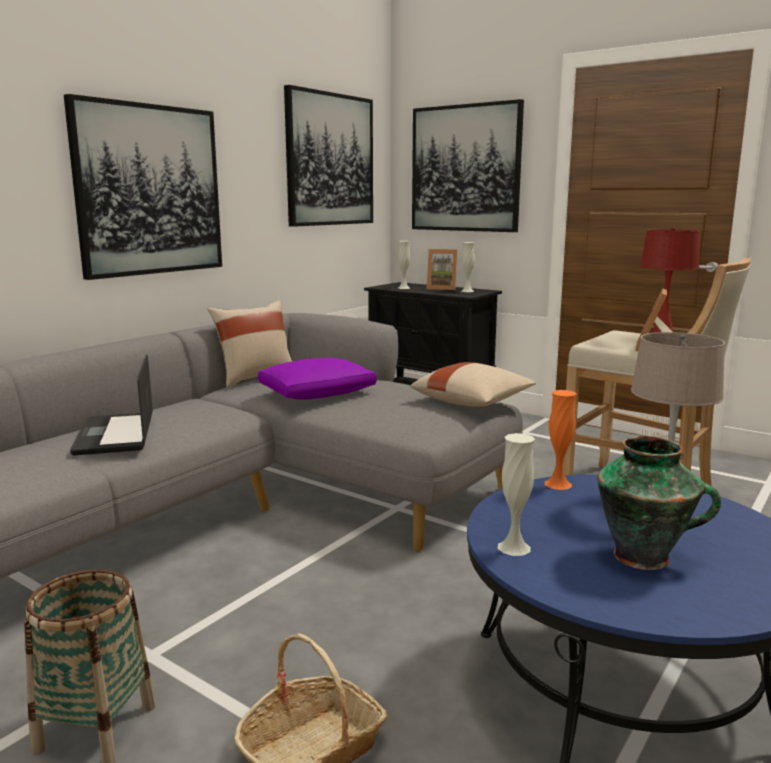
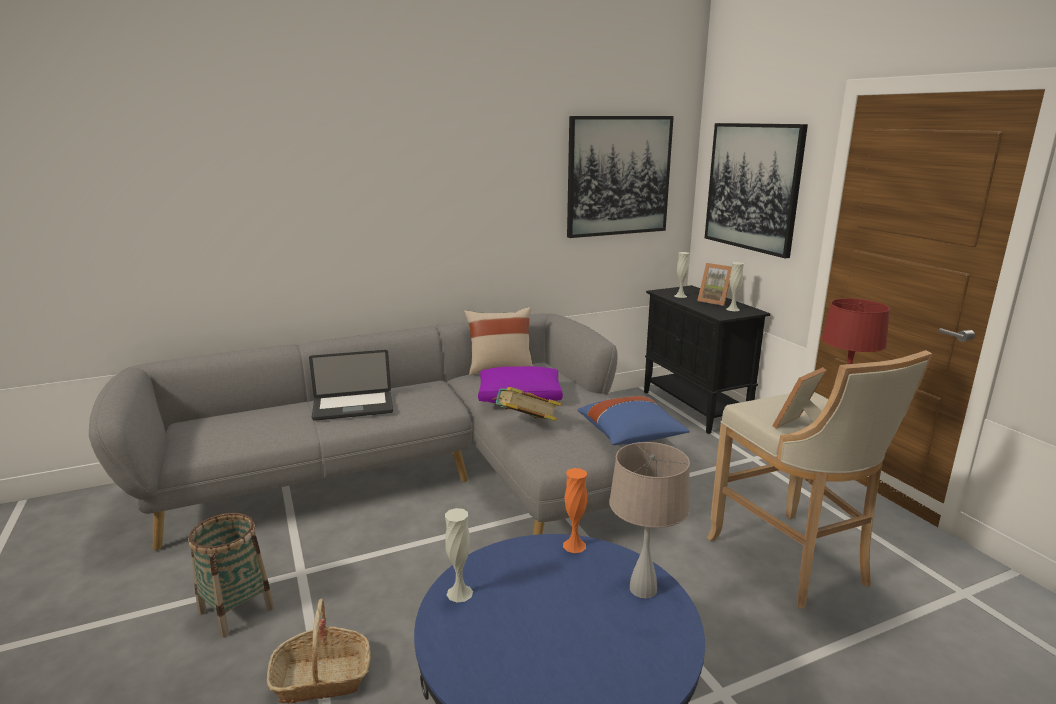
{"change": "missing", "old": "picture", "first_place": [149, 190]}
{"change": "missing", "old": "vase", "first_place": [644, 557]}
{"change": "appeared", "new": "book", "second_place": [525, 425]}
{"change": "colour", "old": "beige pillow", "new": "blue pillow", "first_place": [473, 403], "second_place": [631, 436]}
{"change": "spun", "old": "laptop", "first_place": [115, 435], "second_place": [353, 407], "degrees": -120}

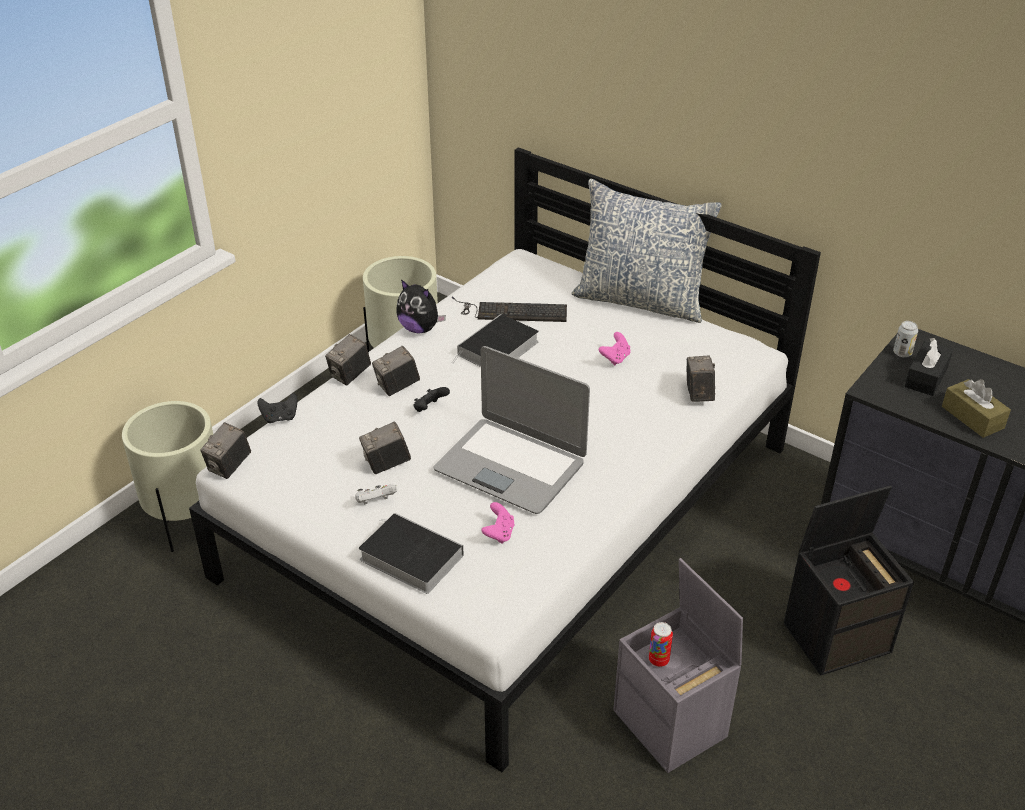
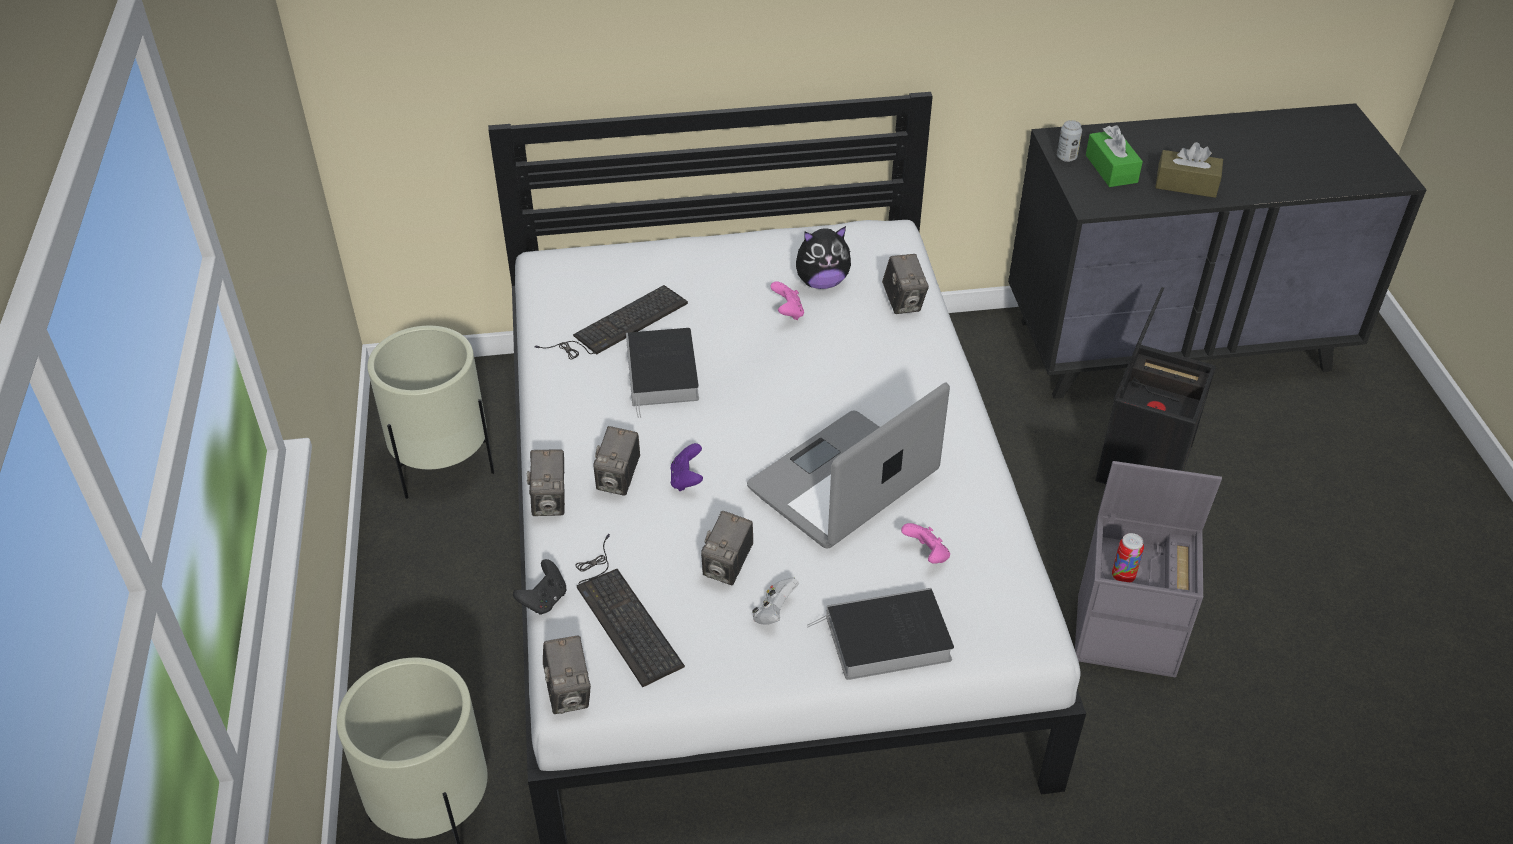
{"change": "missing", "old": "pillow", "first_place": [640, 300]}
{"change": "appeared", "new": "keyboard", "second_place": [623, 612]}
{"change": "relocated", "old": "plush toy", "first_place": [420, 329], "second_place": [821, 282]}
{"change": "colour", "old": "black game controller", "new": "purple game controller", "first_place": [430, 409], "second_place": [686, 480]}
{"change": "colour", "old": "black tissue box", "new": "green tissue box", "first_place": [926, 377], "second_place": [1111, 169]}
{"change": "spun", "old": "laptop", "first_place": [510, 466], "second_place": [844, 482], "degrees": 150}
{"change": "spun", "old": "photo camera", "first_place": [698, 394], "second_place": [903, 302], "degrees": -150}

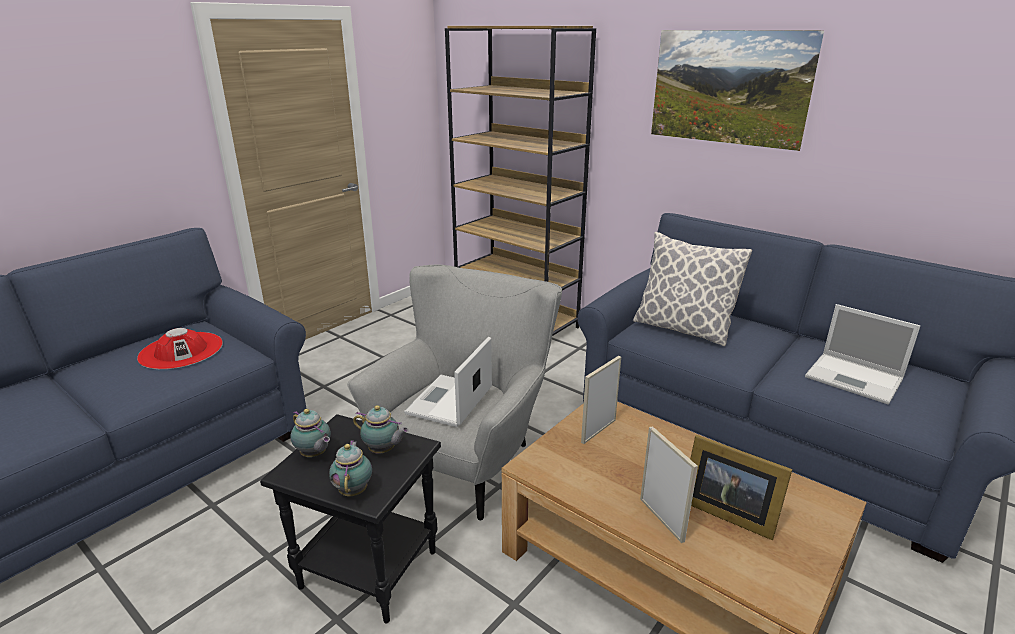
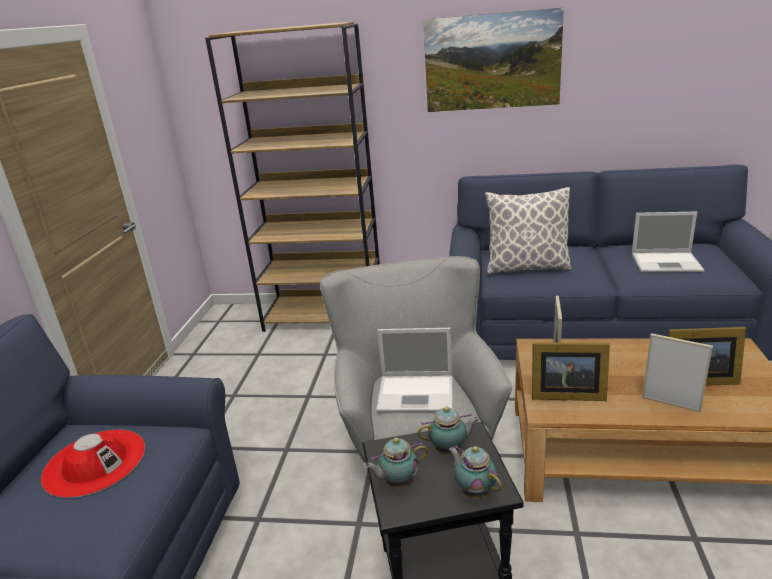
{"change": "appeared", "new": "picture frame", "second_place": [565, 394]}
{"change": "spun", "old": "teapot", "first_place": [314, 455], "second_place": [397, 483], "degrees": 150}
{"change": "spun", "old": "laptop", "first_place": [449, 402], "second_place": [417, 393], "degrees": -75}

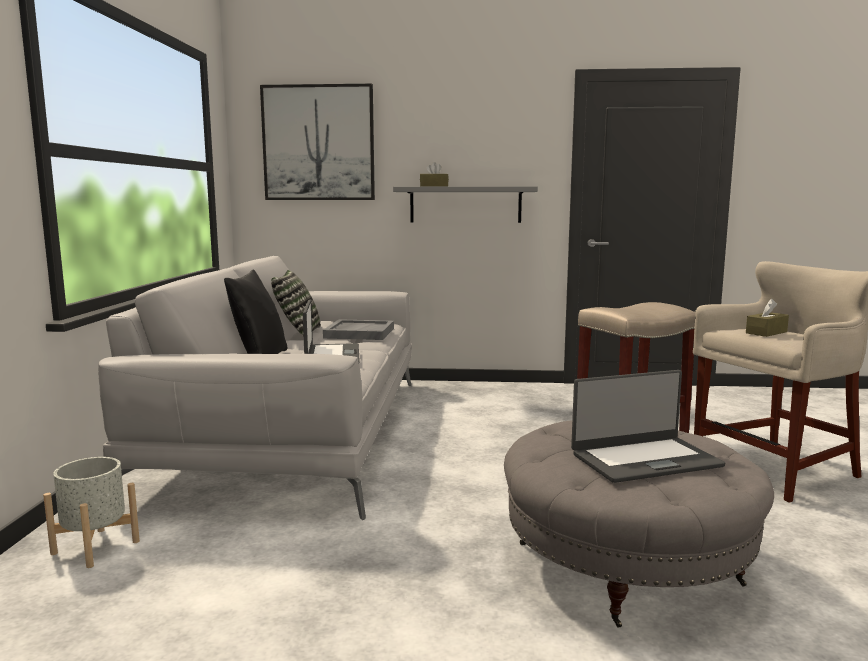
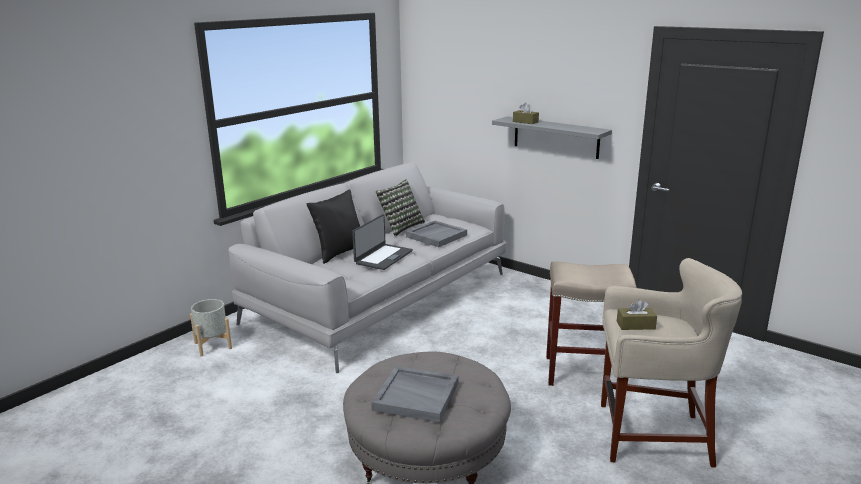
{"change": "missing", "old": "picture", "first_place": [318, 143]}
{"change": "exchanged", "old": "laptop", "new": "grey tray", "first_place": [644, 459], "second_place": [417, 396]}

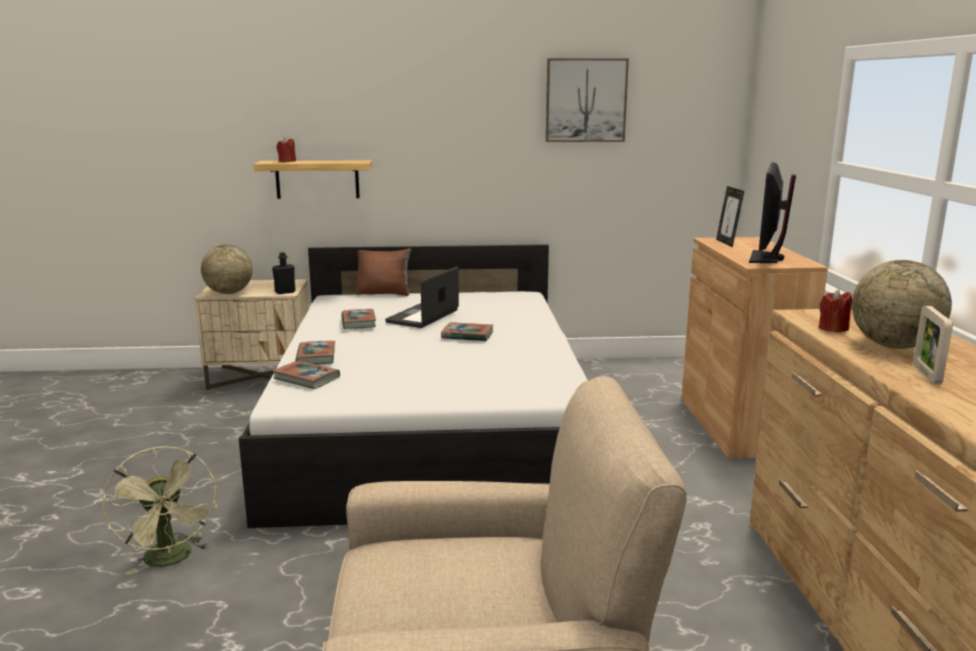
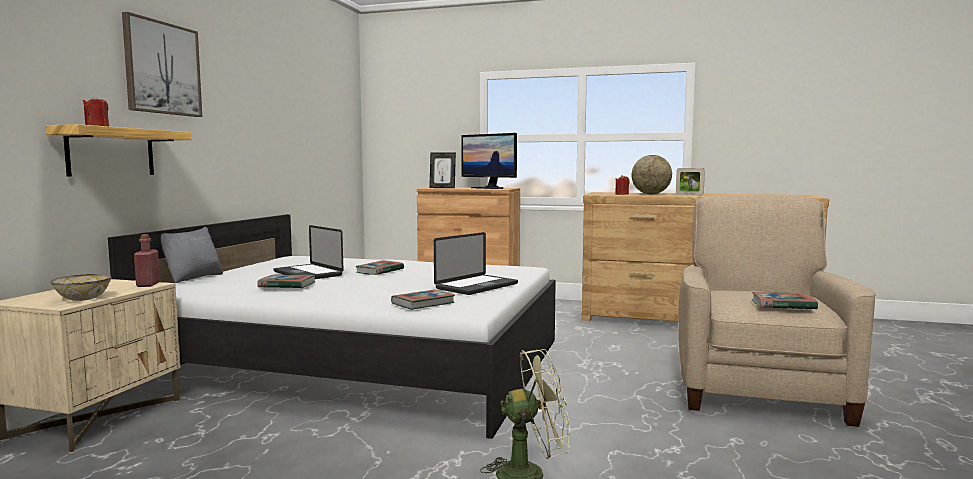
{"change": "appeared", "new": "laptop", "second_place": [477, 286]}
{"change": "relocated", "old": "book", "first_place": [316, 357], "second_place": [783, 305]}
{"change": "relocated", "old": "picture", "first_place": [586, 100], "second_place": [162, 68]}
{"change": "exchanged", "old": "globe", "new": "bowl", "first_place": [229, 293], "second_place": [83, 299]}
{"change": "colour", "old": "black bottle", "new": "red bottle", "first_place": [285, 292], "second_place": [148, 284]}
{"change": "colour", "old": "brown pillow", "new": "grey pillow", "first_place": [384, 293], "second_place": [194, 278]}

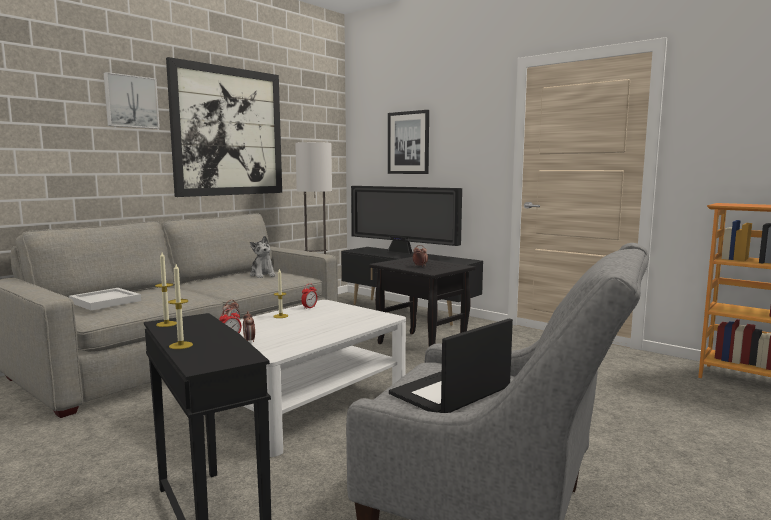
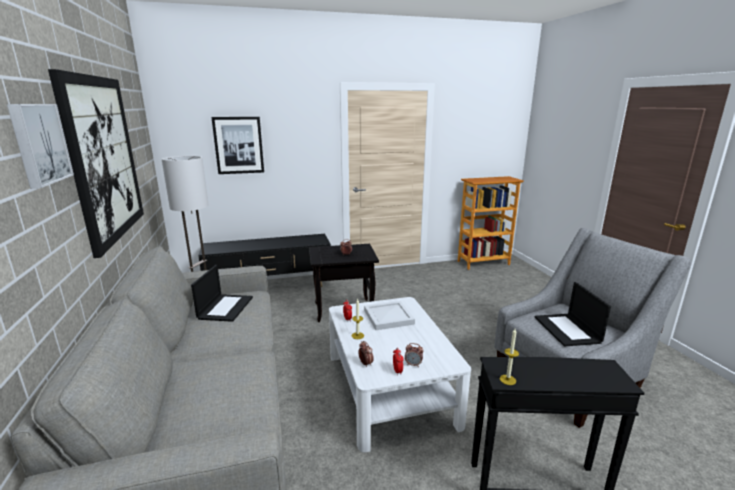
{"change": "missing", "old": "candle", "first_place": [181, 345]}
{"change": "missing", "old": "television", "first_place": [402, 253]}
{"change": "relocated", "old": "white tray", "first_place": [106, 301], "second_place": [389, 317]}
{"change": "exchanged", "old": "plush toy", "new": "laptop", "first_place": [263, 275], "second_place": [225, 307]}

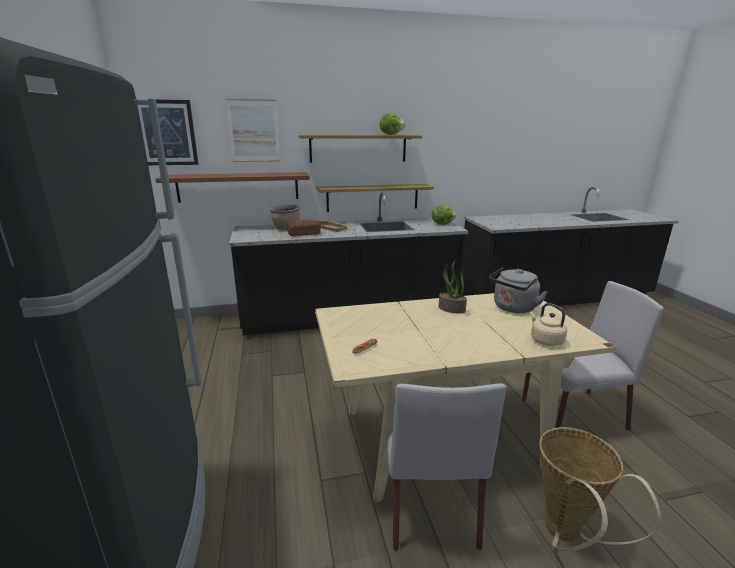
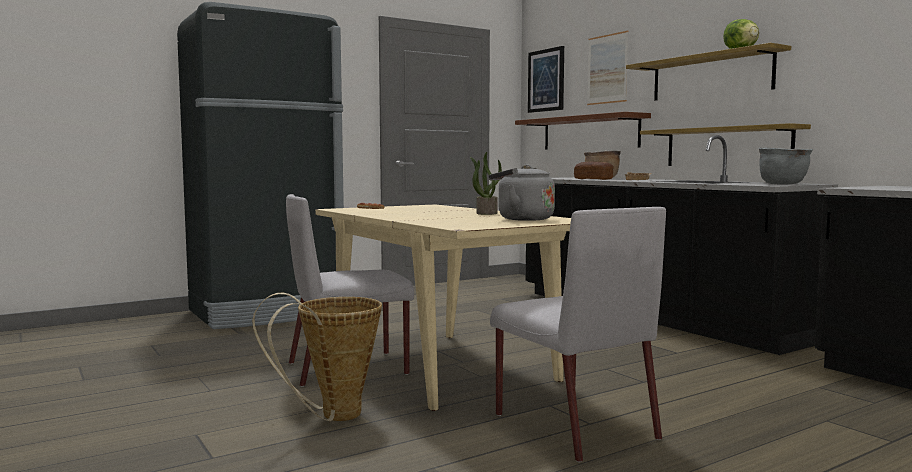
{"change": "missing", "old": "beige kettle", "first_place": [545, 340]}
{"change": "exchanged", "old": "lettuce", "new": "grey cooking pot", "first_place": [442, 224], "second_place": [783, 184]}

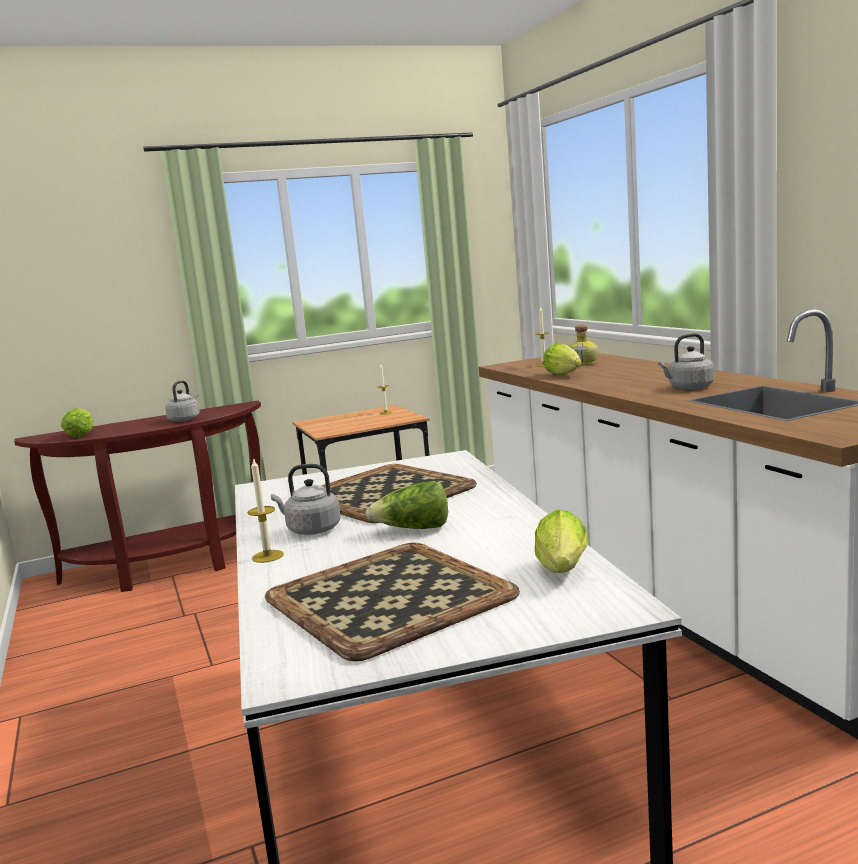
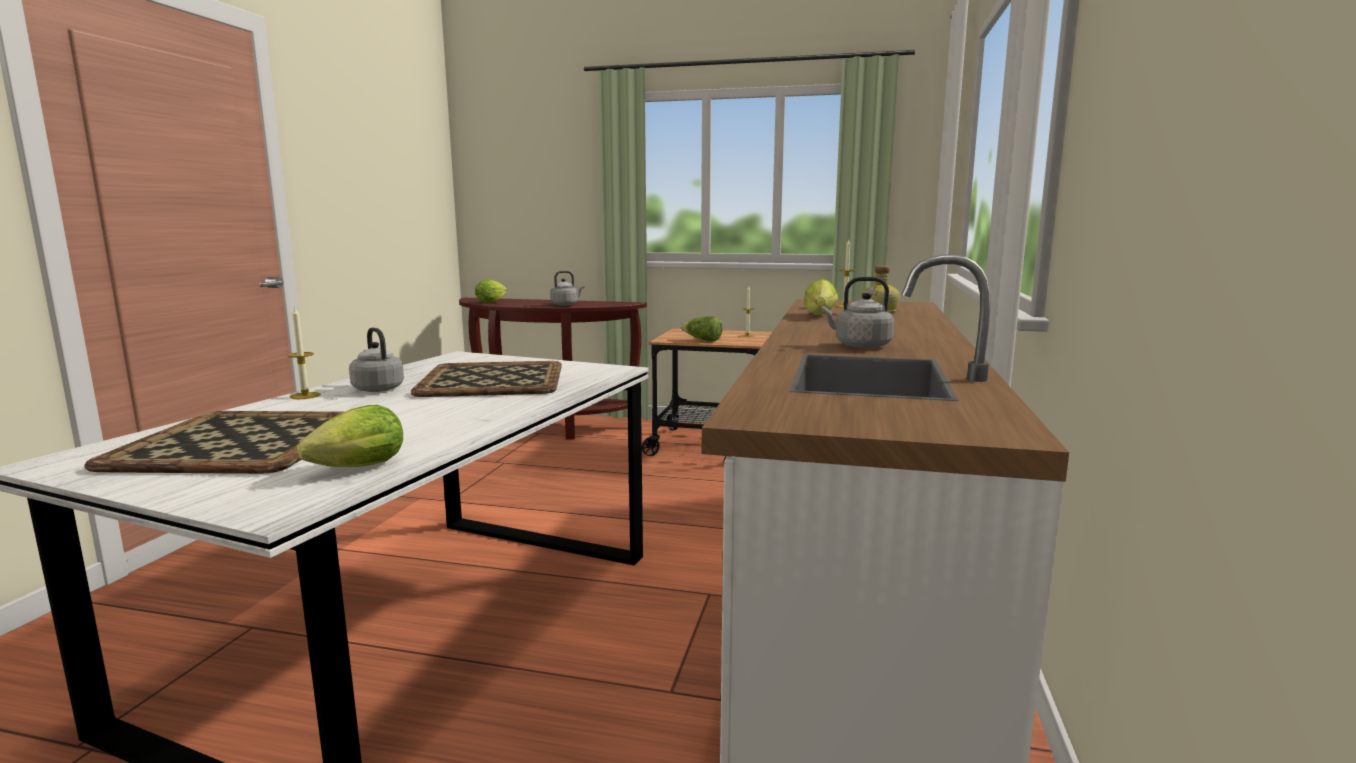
{"change": "relocated", "old": "lettuce", "first_place": [414, 529], "second_place": [702, 340]}

